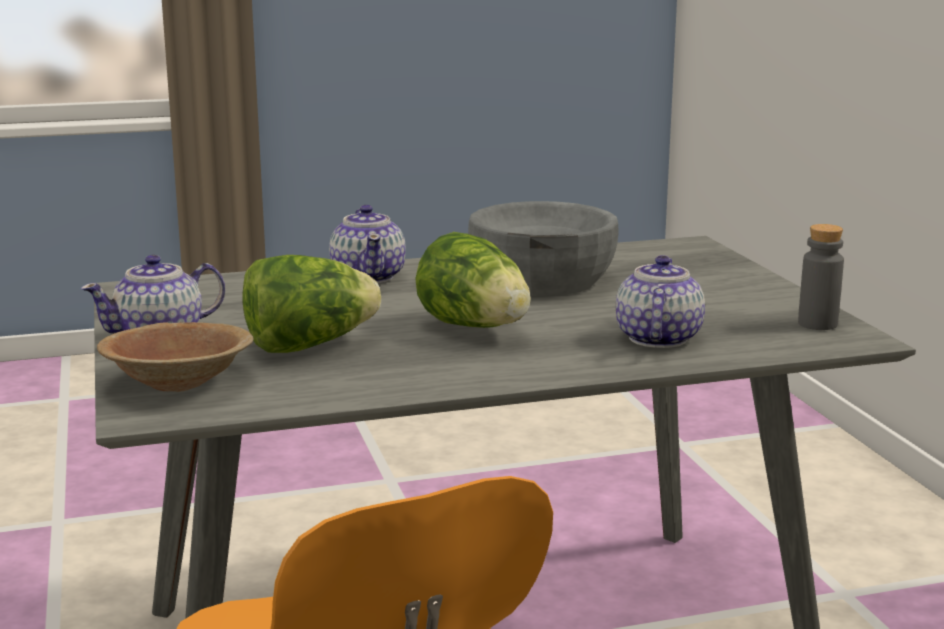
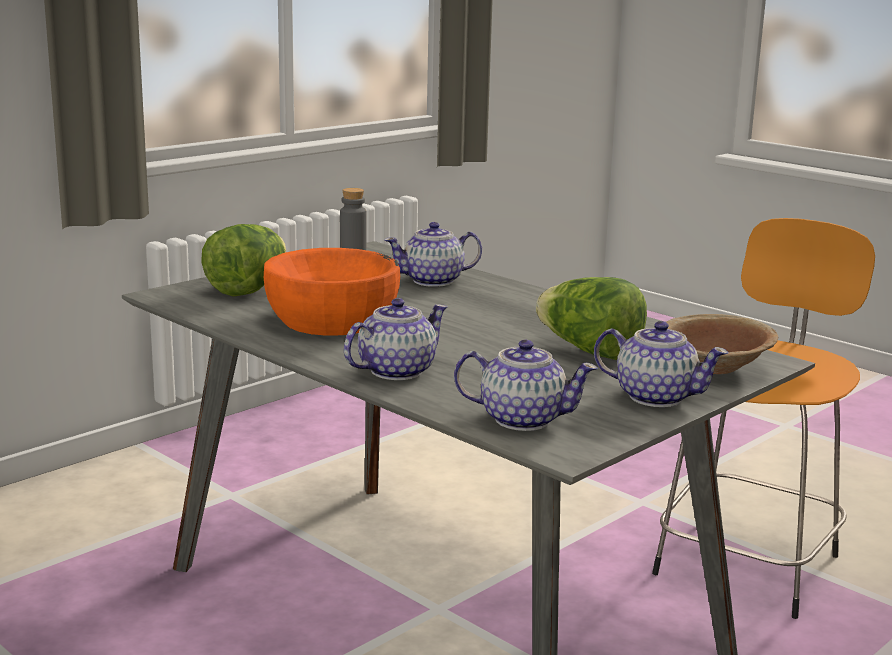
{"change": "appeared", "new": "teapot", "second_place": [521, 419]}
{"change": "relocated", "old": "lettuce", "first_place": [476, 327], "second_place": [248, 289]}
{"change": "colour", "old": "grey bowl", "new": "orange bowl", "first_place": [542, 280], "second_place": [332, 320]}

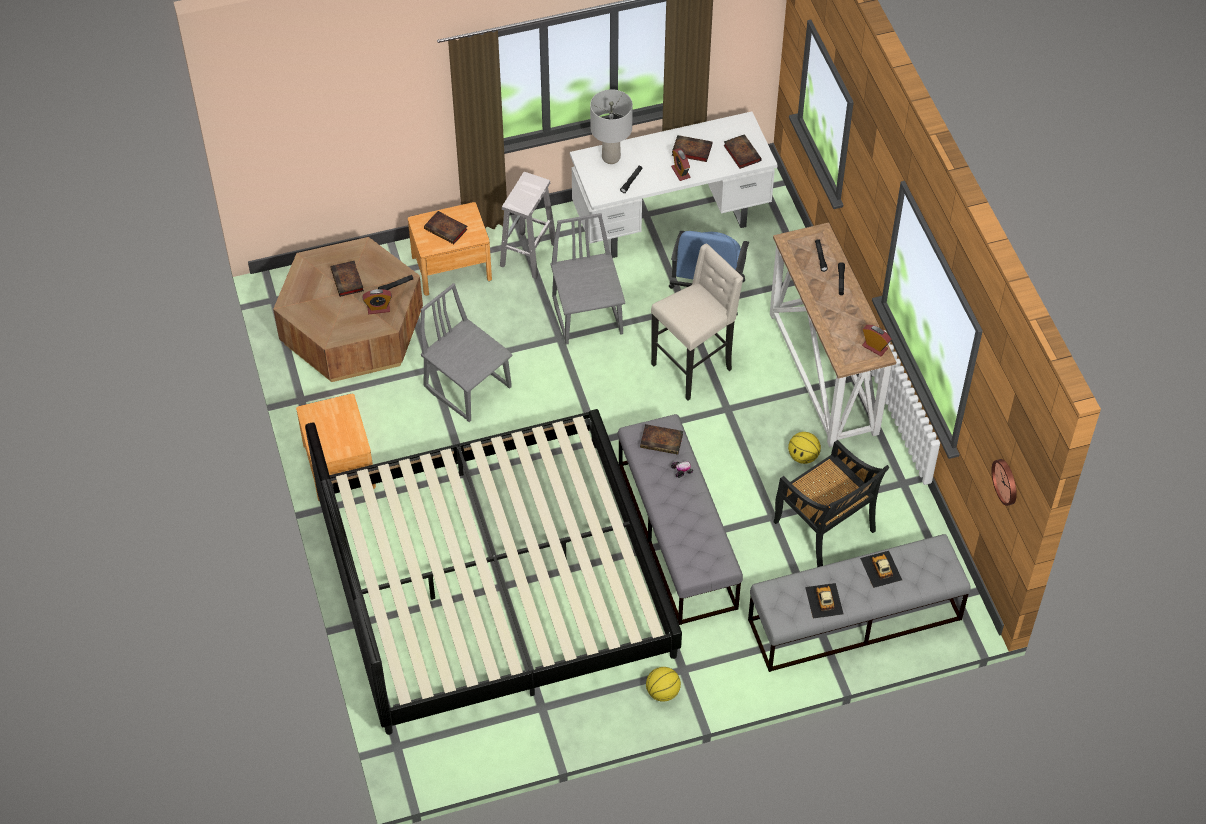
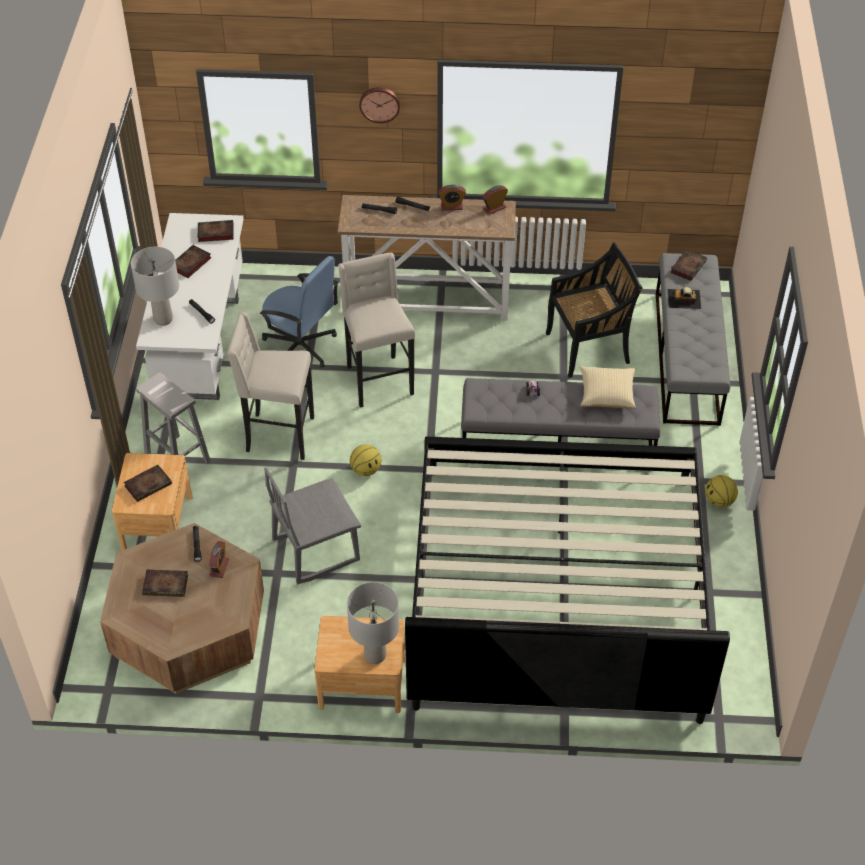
{"change": "missing", "old": "toy car", "first_place": [824, 600]}
{"change": "appeared", "new": "grey table lamp", "second_place": [375, 655]}
{"change": "appeared", "new": "pillow", "second_place": [606, 394]}
{"change": "relocated", "old": "book", "first_place": [662, 441], "second_place": [688, 266]}
{"change": "relocated", "old": "alarm clock", "first_place": [680, 172], "second_place": [451, 206]}
{"change": "relocated", "old": "basketball", "first_place": [803, 457], "second_place": [366, 470]}
{"change": "relocated", "old": "wall clock", "first_place": [1006, 481], "second_place": [379, 103]}
{"change": "exchanged", "old": "grey chair", "new": "beige stool", "first_place": [588, 315], "second_place": [278, 435]}

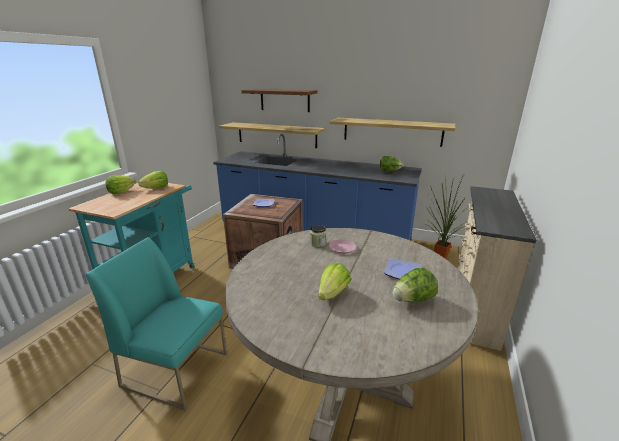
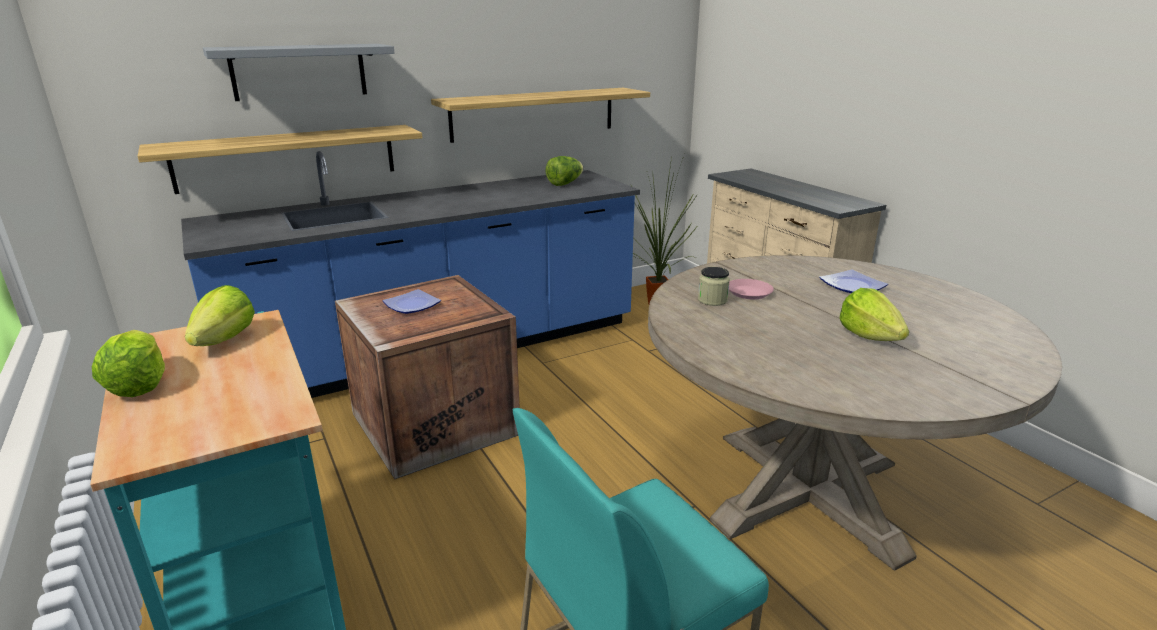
{"change": "missing", "old": "lettuce", "first_place": [412, 300]}
{"change": "colour", "old": "brown shelf", "new": "grey shelf", "first_place": [284, 100], "second_place": [299, 71]}

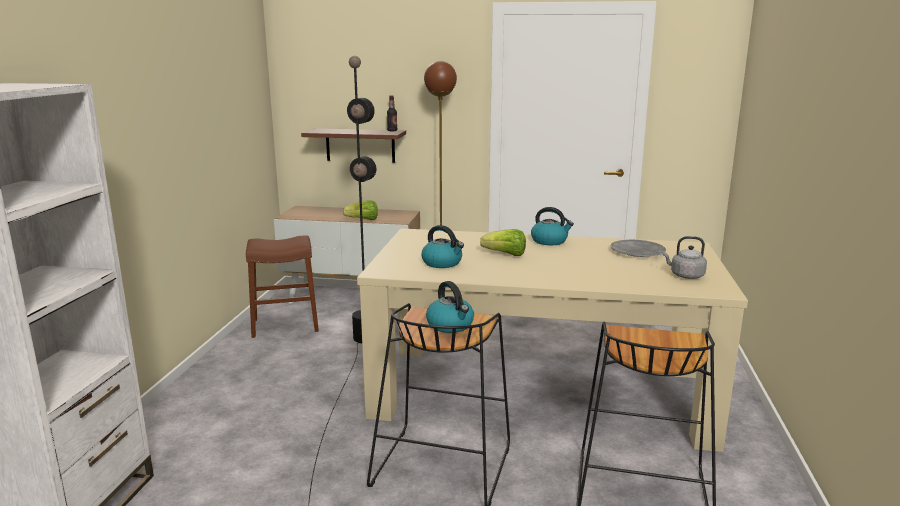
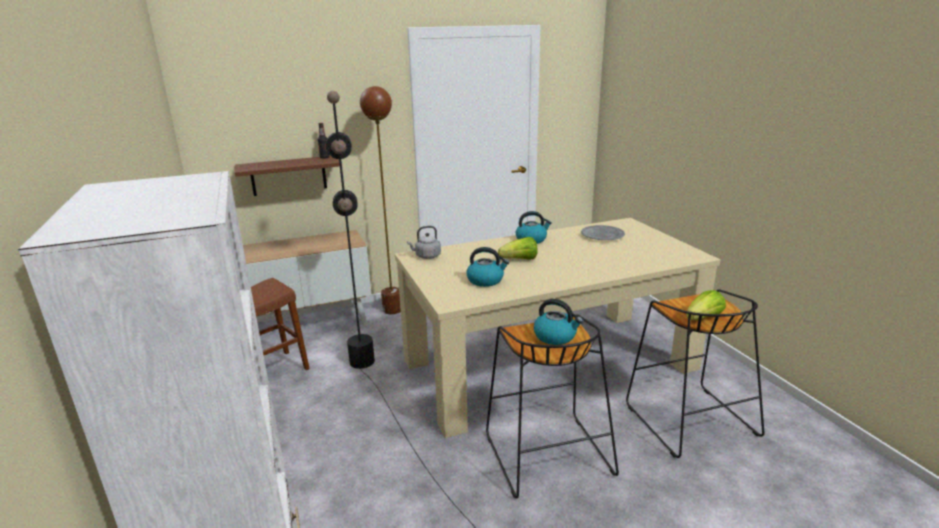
{"change": "relocated", "old": "lettuce", "first_place": [363, 220], "second_place": [703, 318]}
{"change": "relocated", "old": "grey kettle", "first_place": [685, 276], "second_place": [426, 256]}

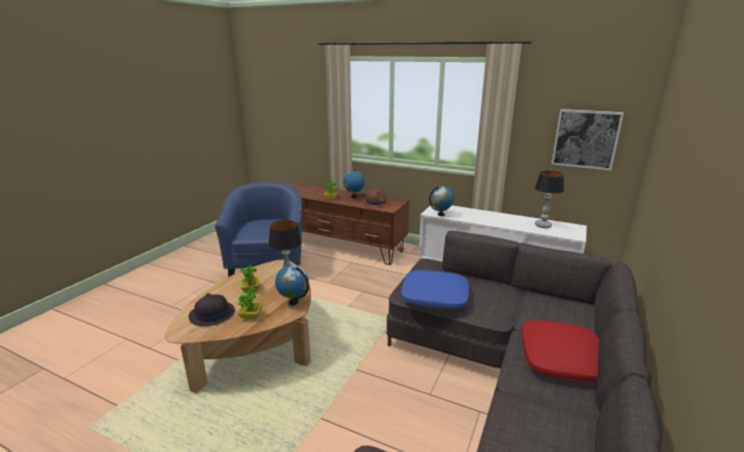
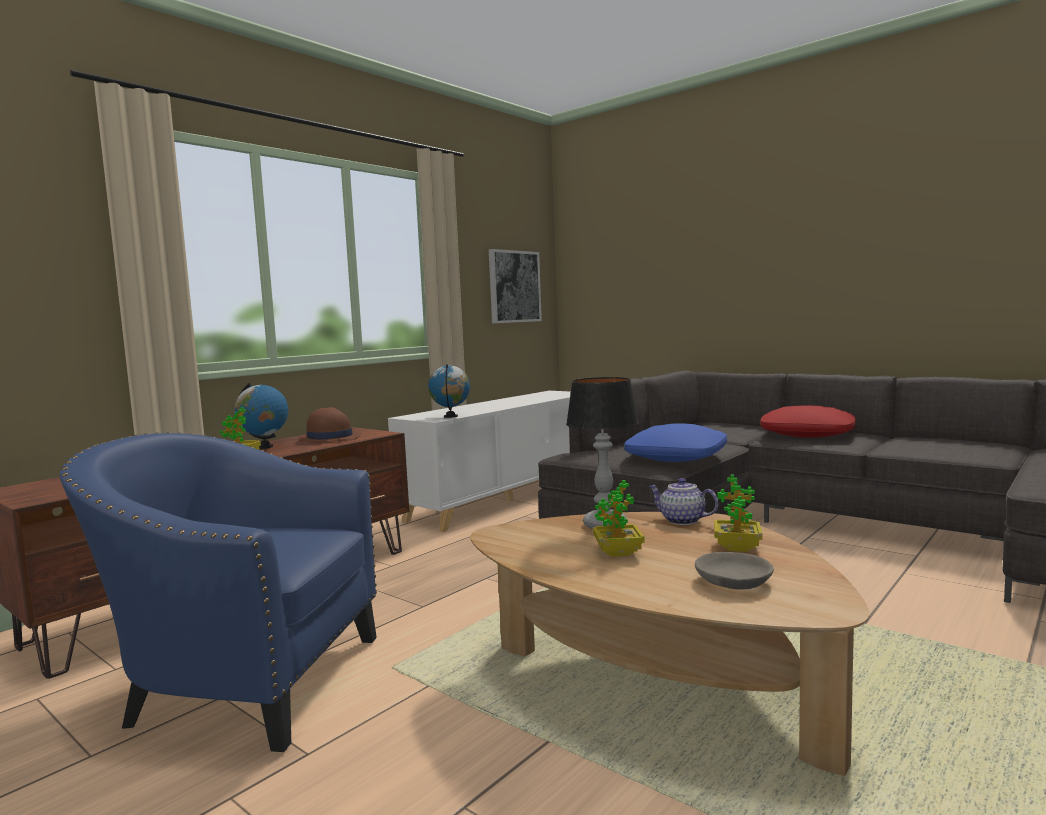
{"change": "missing", "old": "table lamp", "first_place": [543, 225]}
{"change": "exchanged", "old": "black hat", "new": "grey bowl", "first_place": [212, 314], "second_place": [733, 582]}
{"change": "exchanged", "old": "globe", "new": "teapot", "first_place": [293, 302], "second_place": [681, 520]}

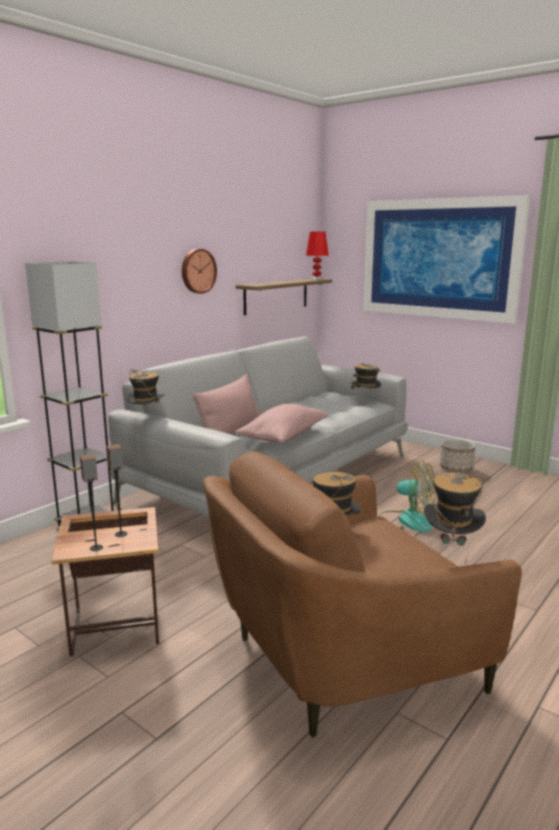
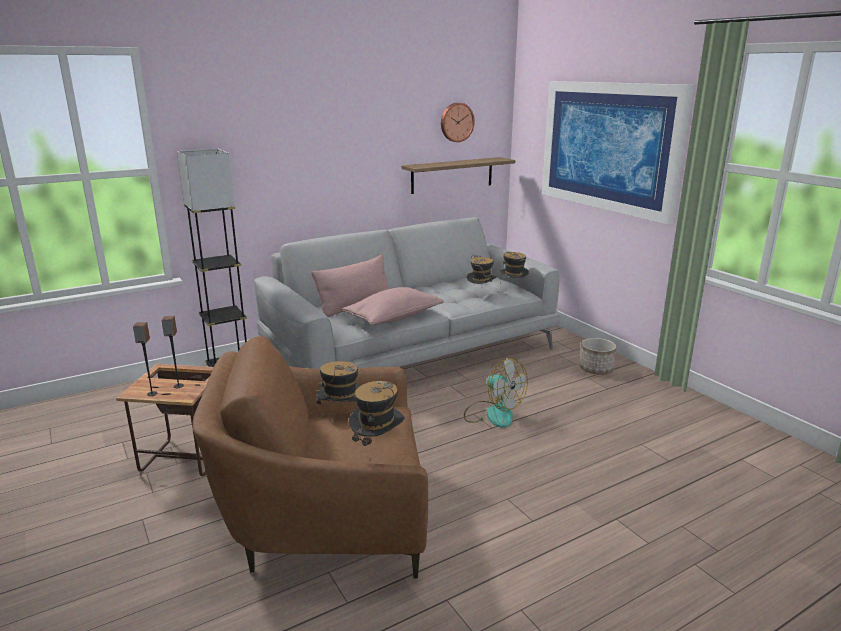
{"change": "missing", "old": "red table lamp", "first_place": [316, 279]}
{"change": "relocated", "old": "hat", "first_place": [146, 417], "second_place": [481, 293]}
{"change": "relocated", "old": "wall clock", "first_place": [197, 271], "second_place": [456, 122]}

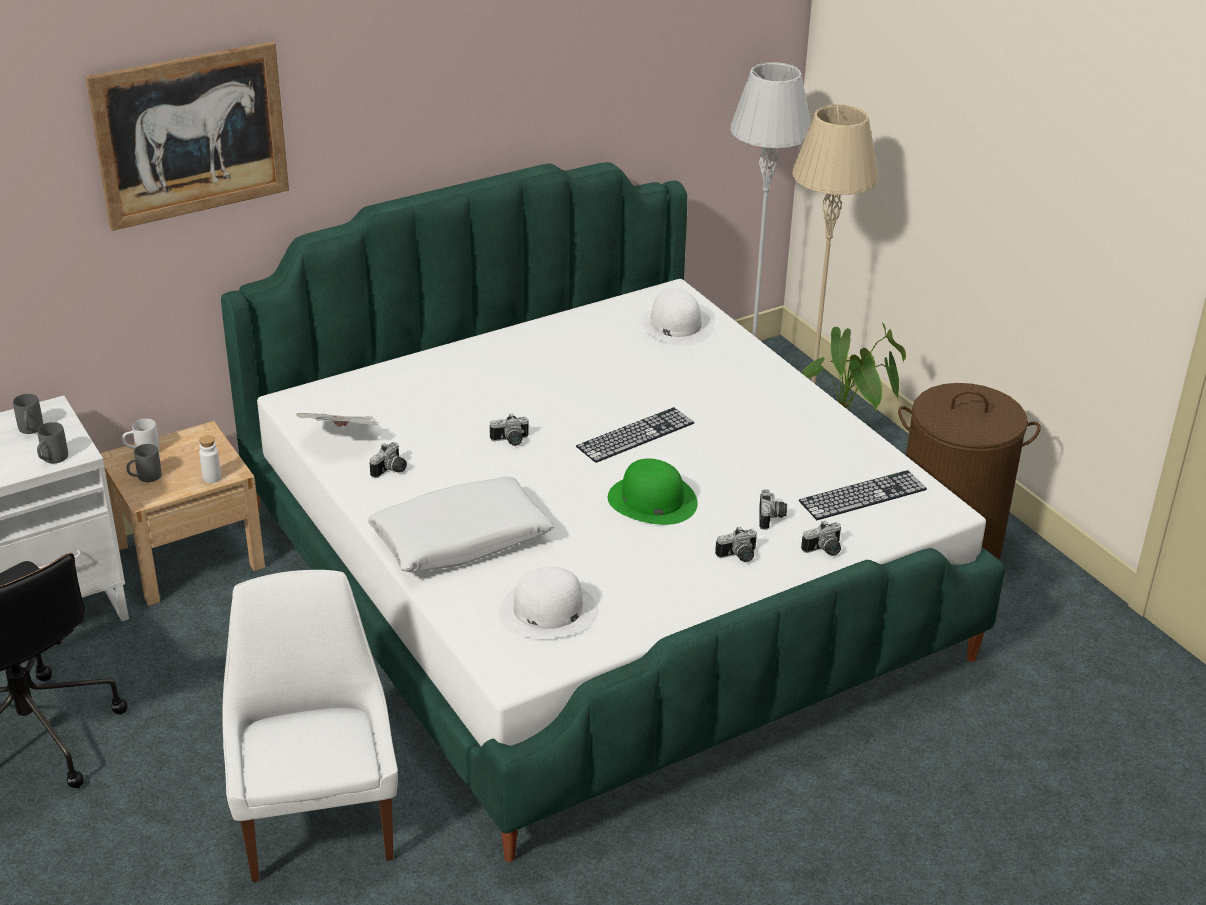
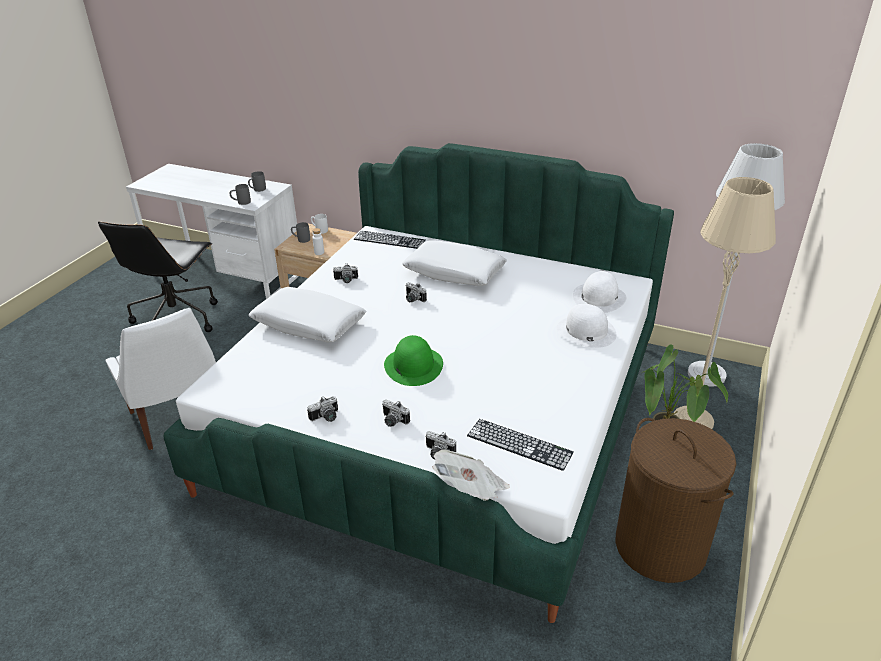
{"change": "missing", "old": "picture", "first_place": [191, 135]}
{"change": "appeared", "new": "white pillow", "second_place": [454, 272]}
{"change": "relocated", "old": "newspaper", "first_place": [343, 437], "second_place": [471, 489]}
{"change": "relocated", "old": "white hat", "first_place": [548, 611], "second_place": [585, 331]}
{"change": "relocated", "old": "keyboard", "first_place": [635, 435], "second_place": [389, 240]}
{"change": "relocated", "old": "photo camera", "first_place": [772, 518], "second_place": [326, 418]}
{"change": "spun", "old": "white chair", "first_place": [317, 820], "second_place": [178, 418], "degrees": 105}

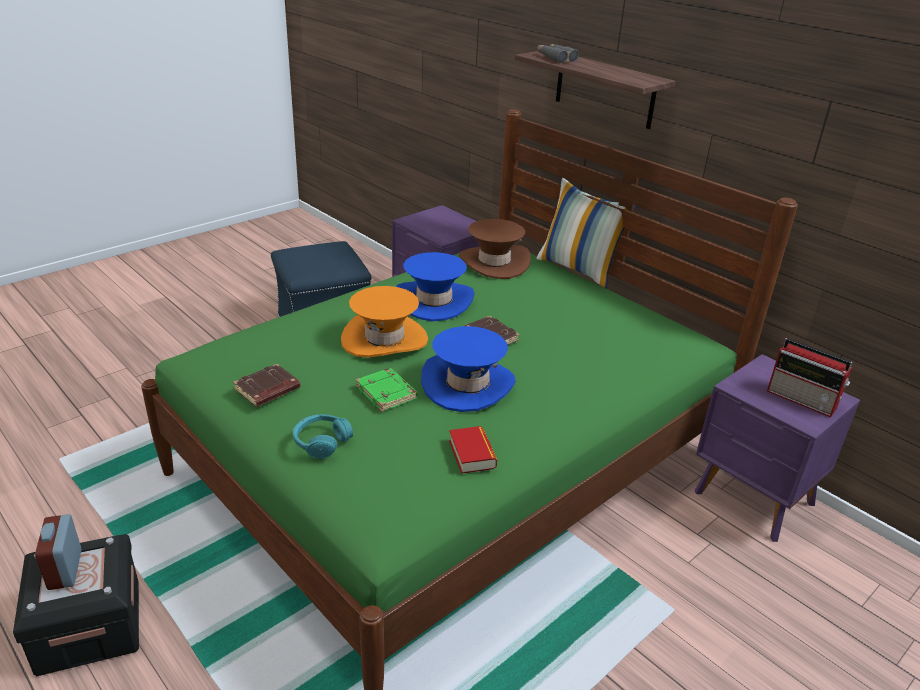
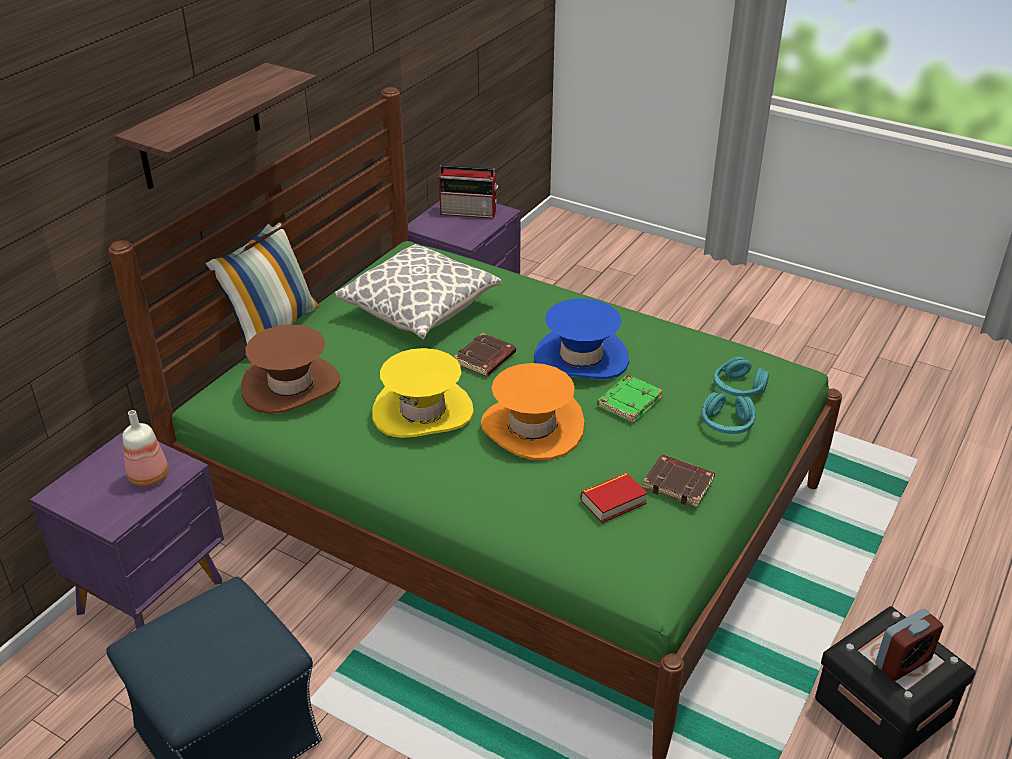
{"change": "missing", "old": "grey binoculars", "first_place": [556, 58]}
{"change": "appeared", "new": "bottle", "second_place": [150, 476]}
{"change": "appeared", "new": "pillow", "second_place": [420, 310]}
{"change": "appeared", "new": "turquoise headphones", "second_place": [738, 388]}
{"change": "relocated", "old": "book", "first_place": [472, 454], "second_place": [613, 502]}
{"change": "colour", "old": "blue hat", "new": "yellow hat", "first_place": [434, 301], "second_place": [422, 412]}
{"change": "spun", "old": "radio", "first_place": [803, 400], "second_place": [469, 212], "degrees": 75}

